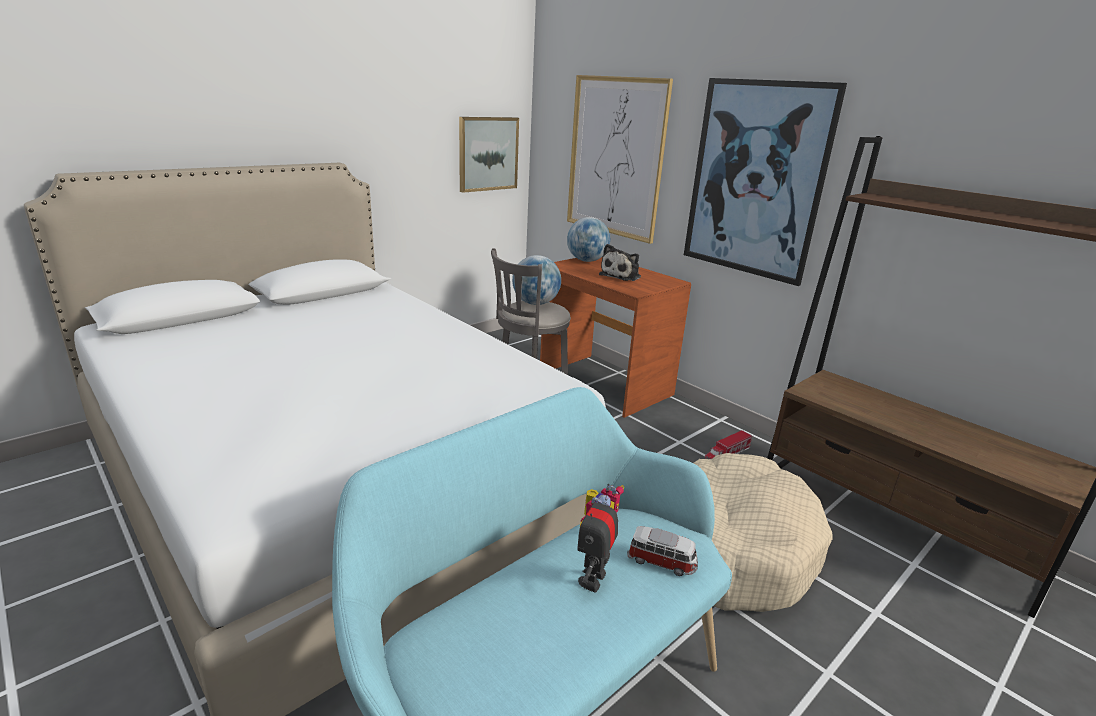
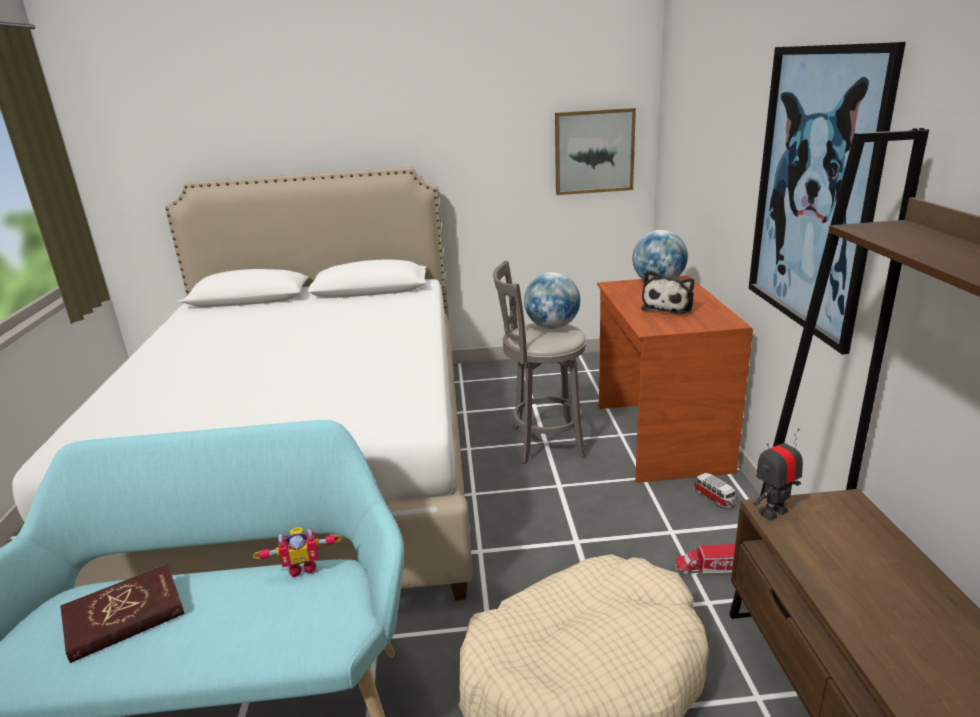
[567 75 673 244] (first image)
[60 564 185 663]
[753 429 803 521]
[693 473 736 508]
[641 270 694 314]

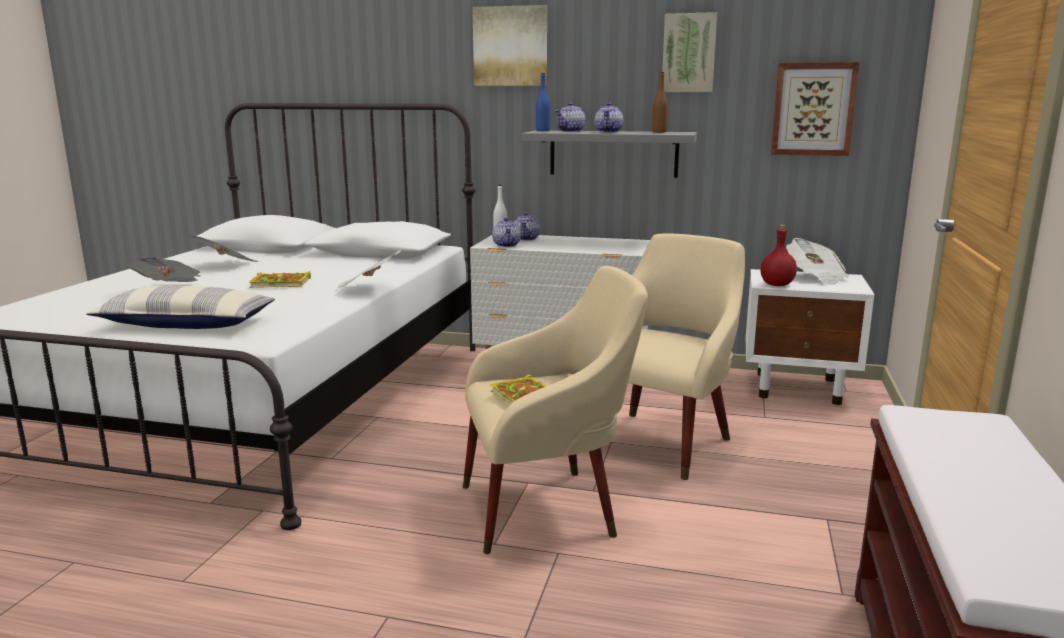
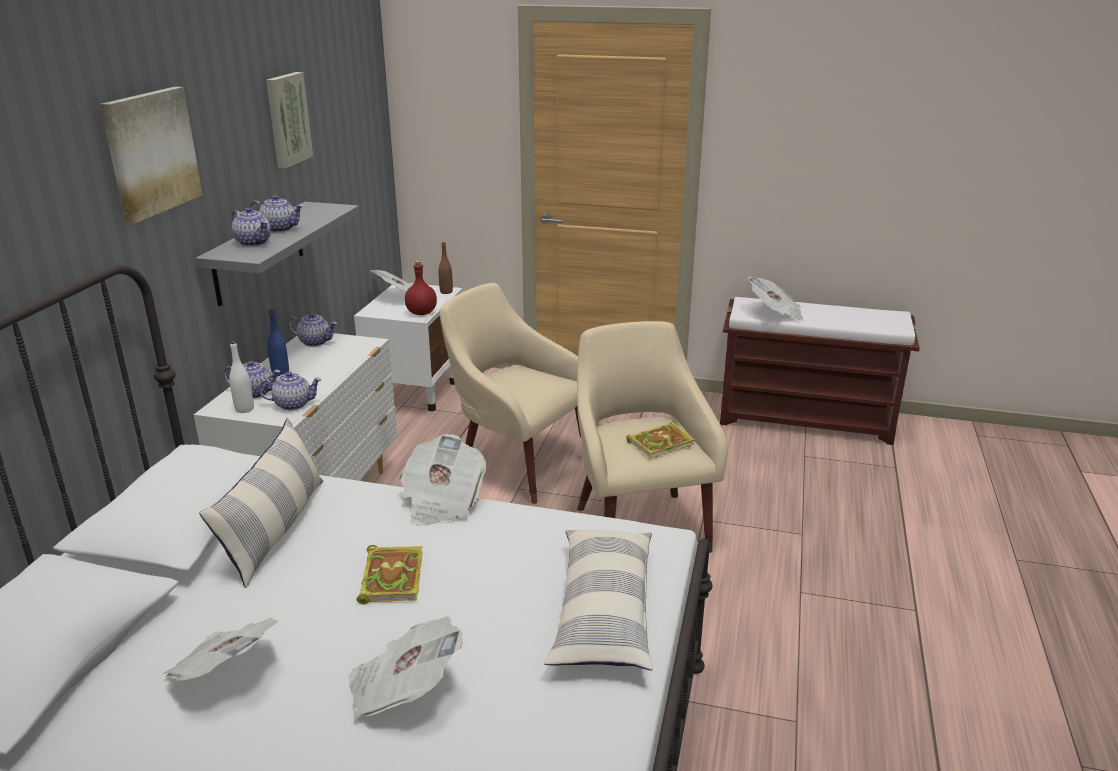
[771 62 859 156] (first image)
[199 418 324 588]
[288 313 337 347]
[748 276 804 321]
[267 309 289 376]
[438 242 453 294]

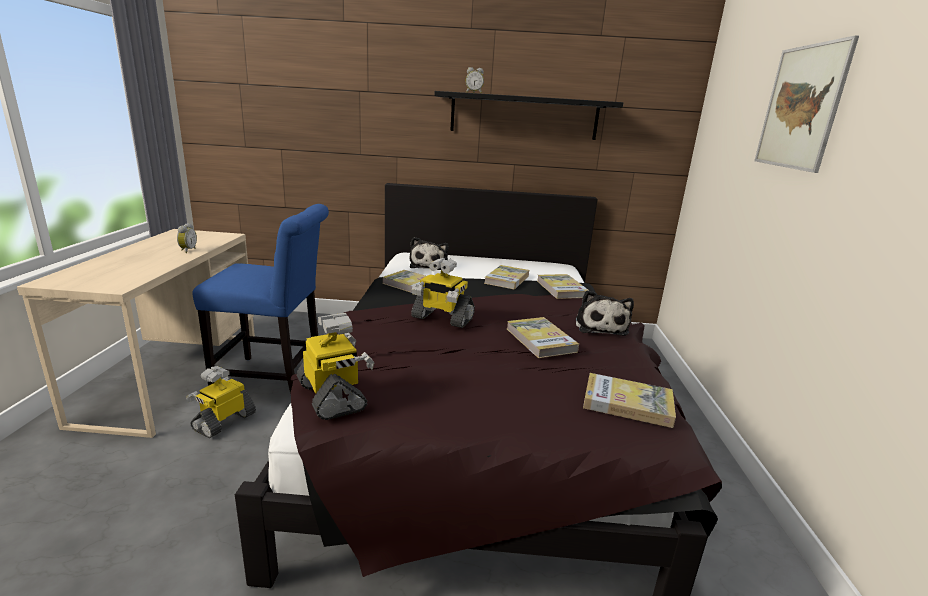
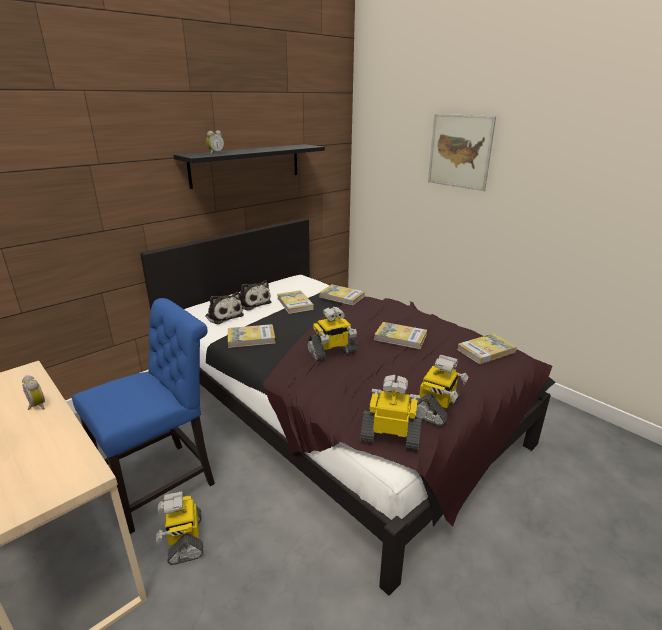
[416 355 468 426]
[240 280 271 311]

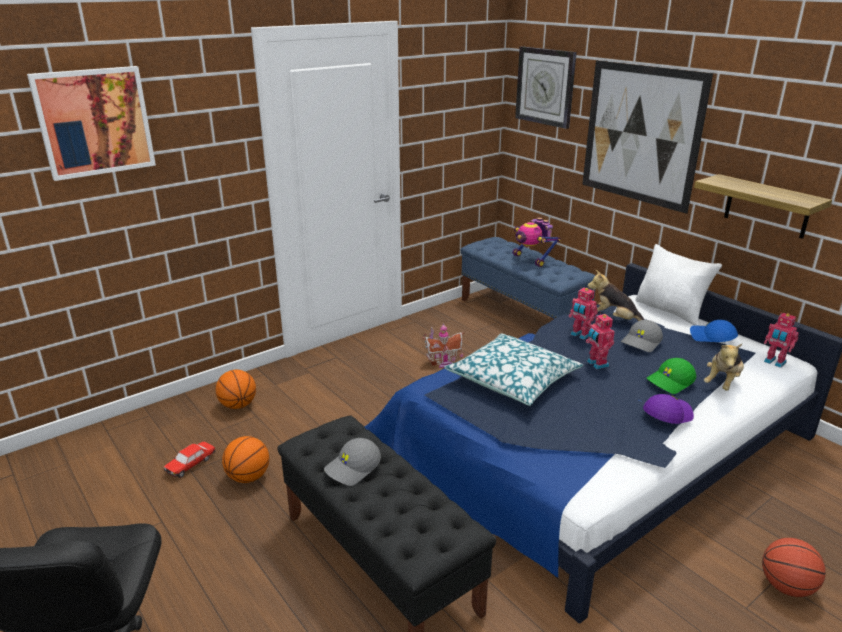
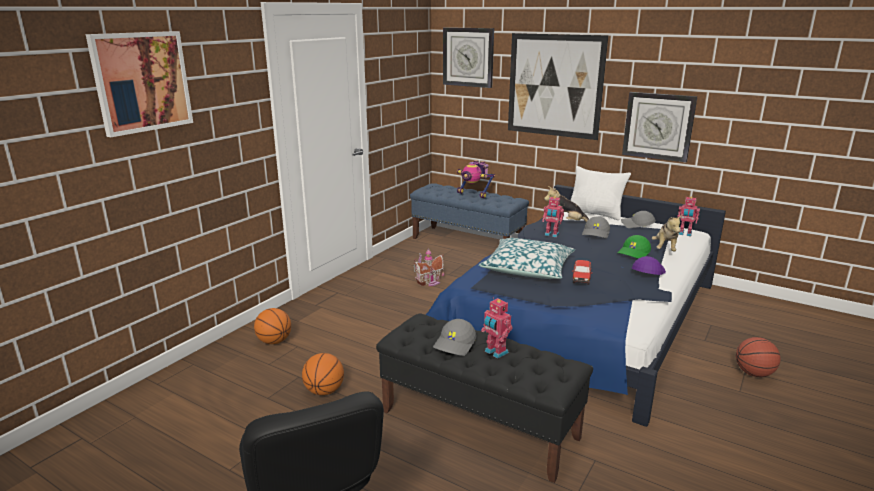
[572 260 591 285]
[481 298 513 359]
[622 92 697 162]
[621 211 656 228]

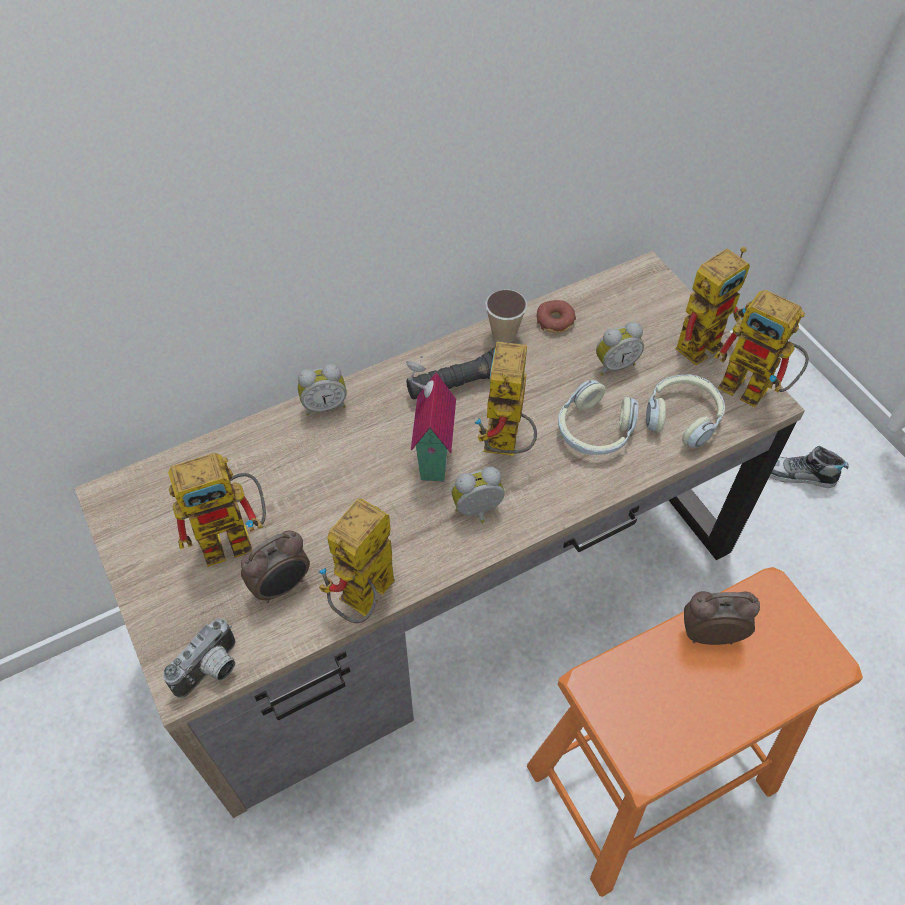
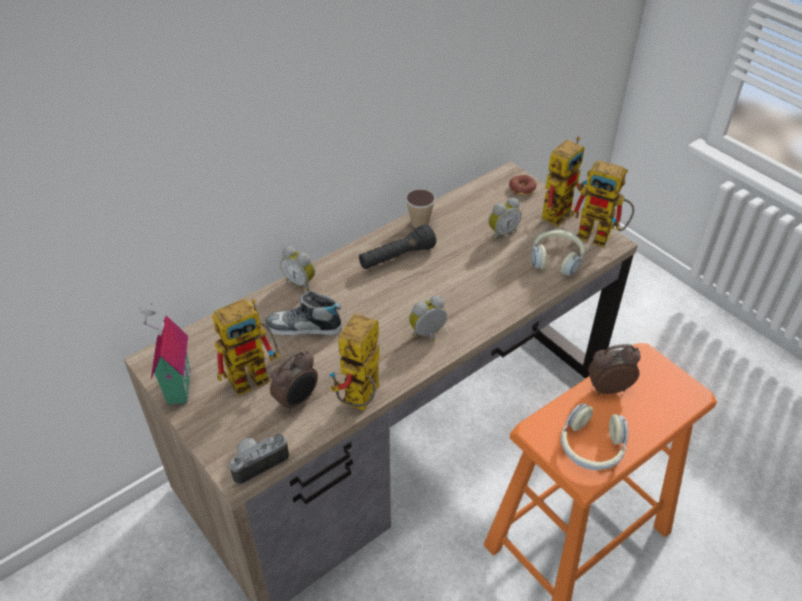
[474 342 537 456] (first image)
[139 303 191 405]
[509 175 537 195]
[561 404 628 470]
[265 291 342 336]
[228 434 289 484]
[281 246 315 291]

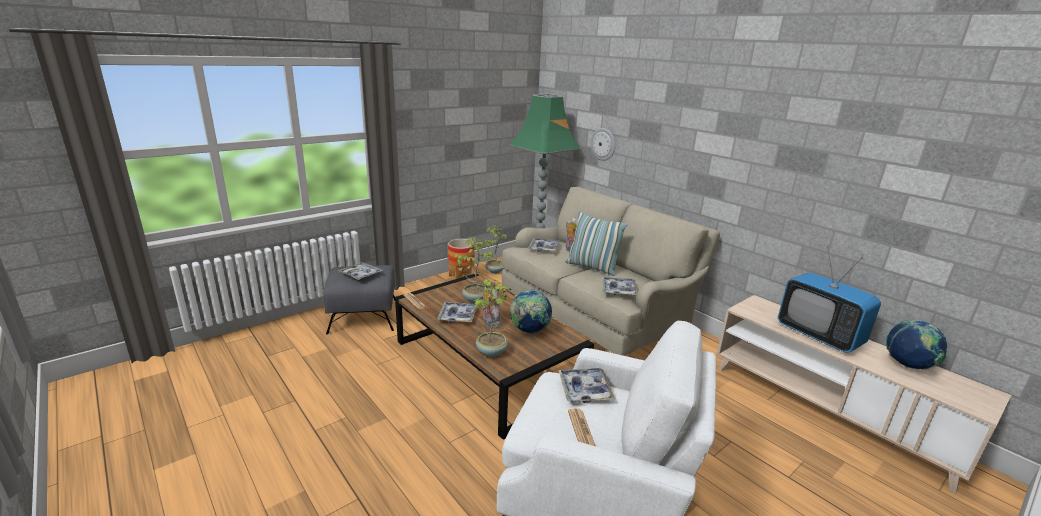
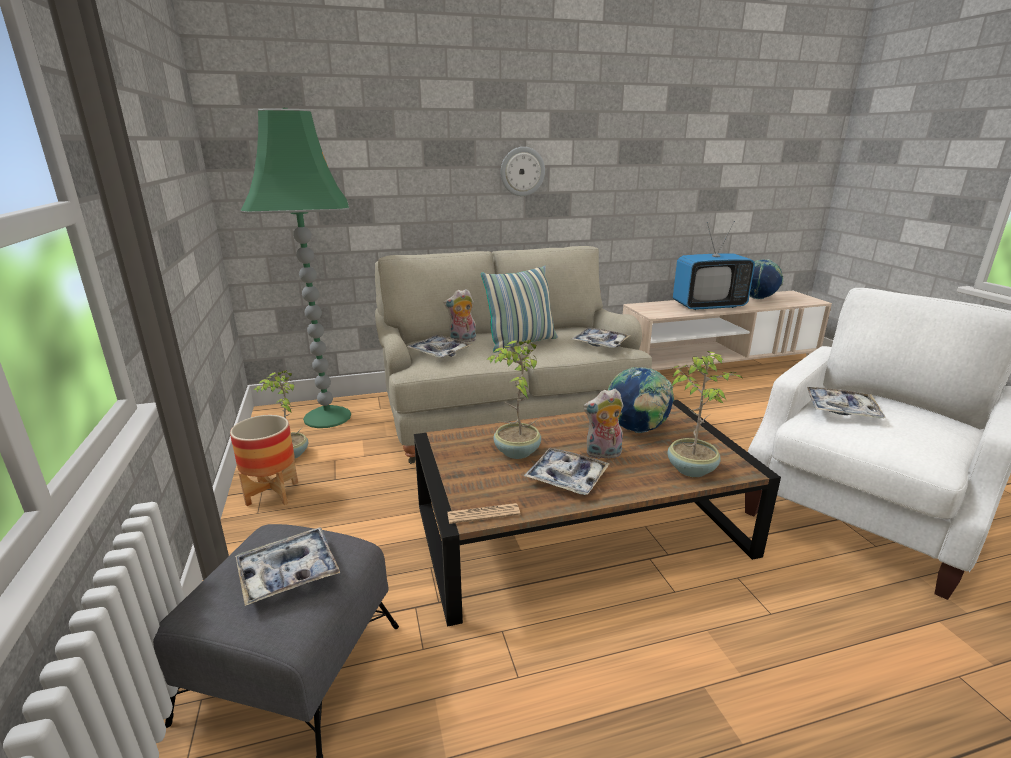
[568 408 596 446] (first image)
[501 147 545 196]

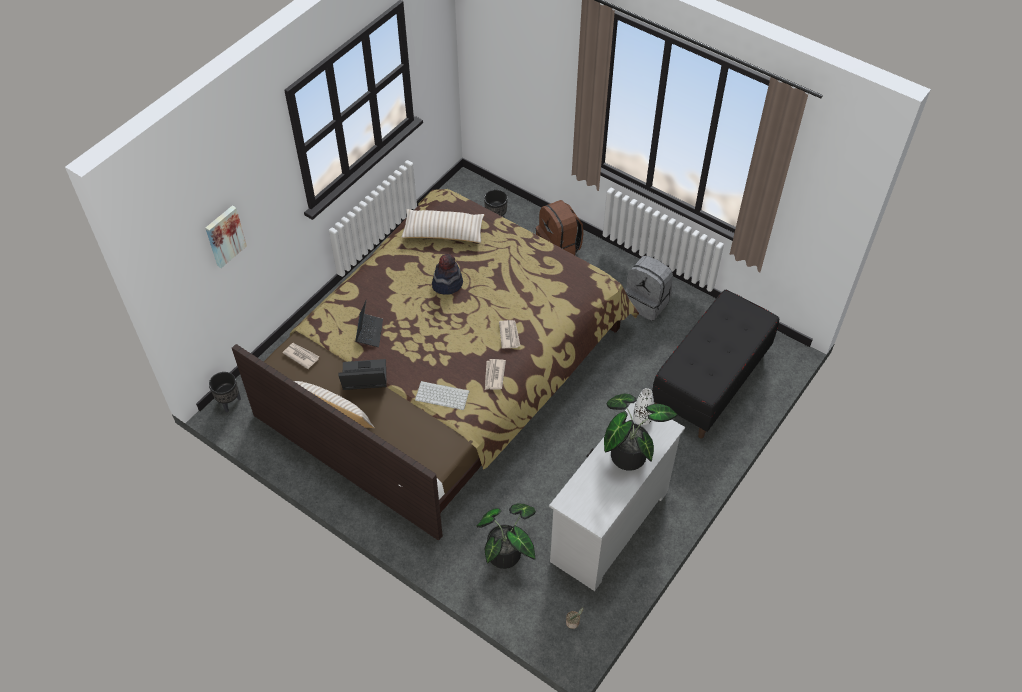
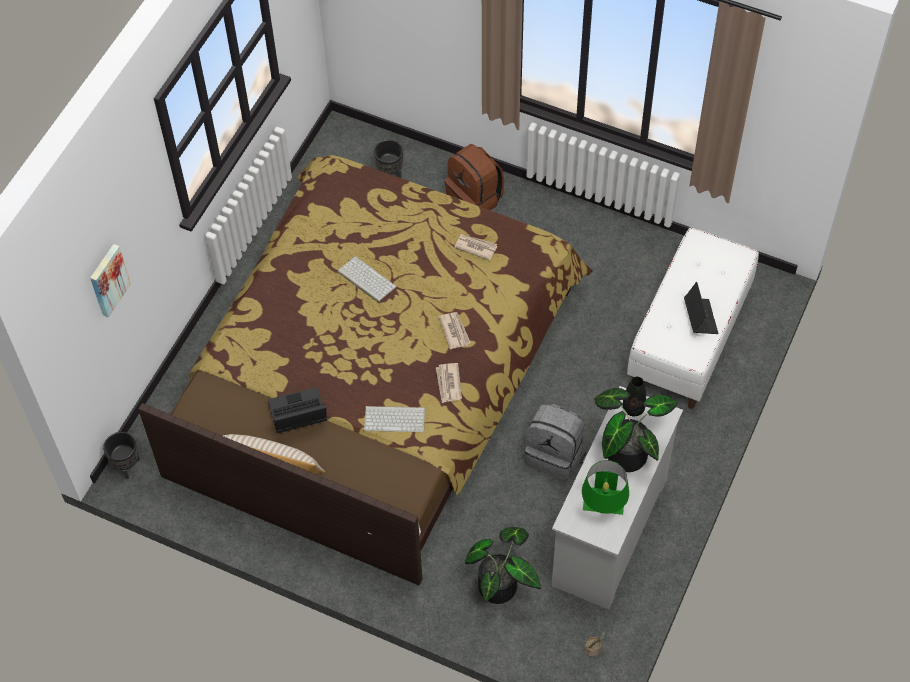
[402 209 485 243] (first image)
[582 460 629 515]
[454 234 497 261]
[684 282 718 334]
[525 403 584 480]
[338 256 396 303]
[623 377 646 416]
[627 228 759 409]

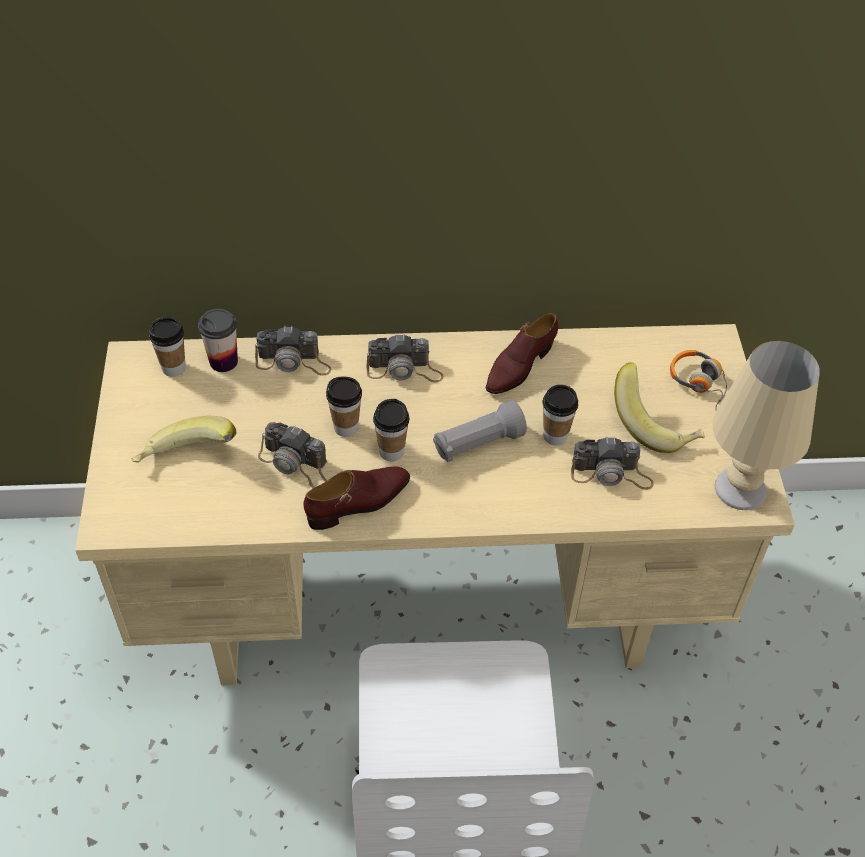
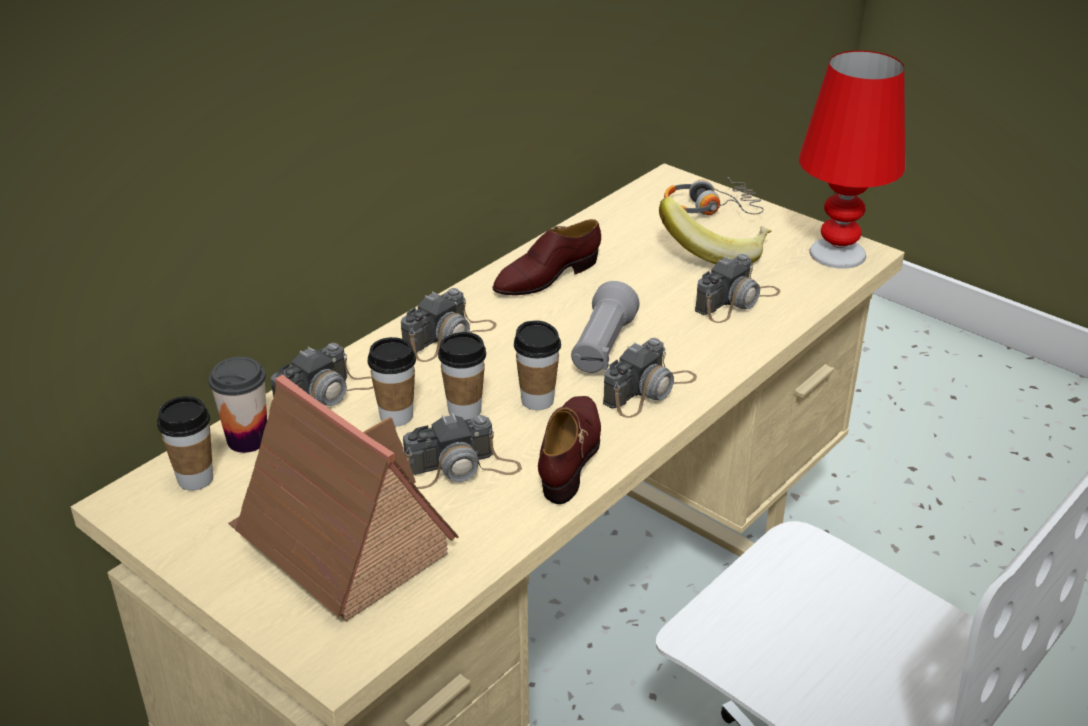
[603 338 697 418]
[368 337 416 426]
[228 375 459 622]
[799 50 905 269]
[492 219 601 295]

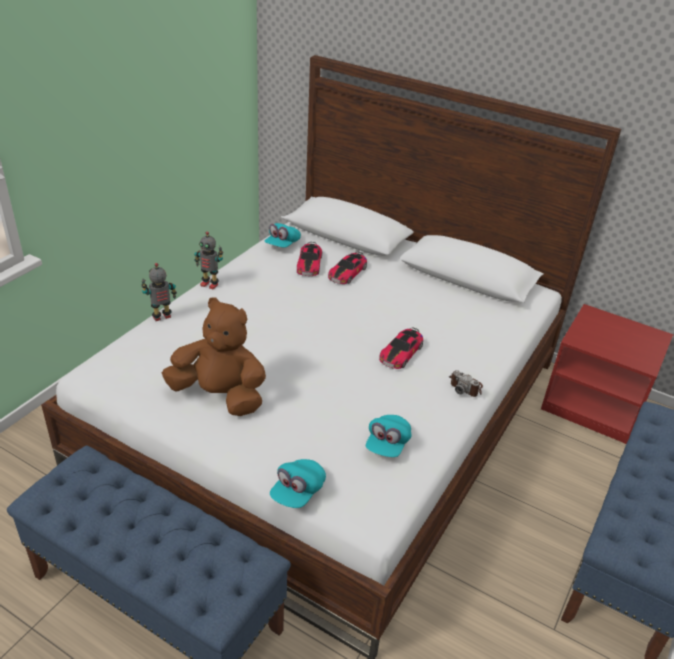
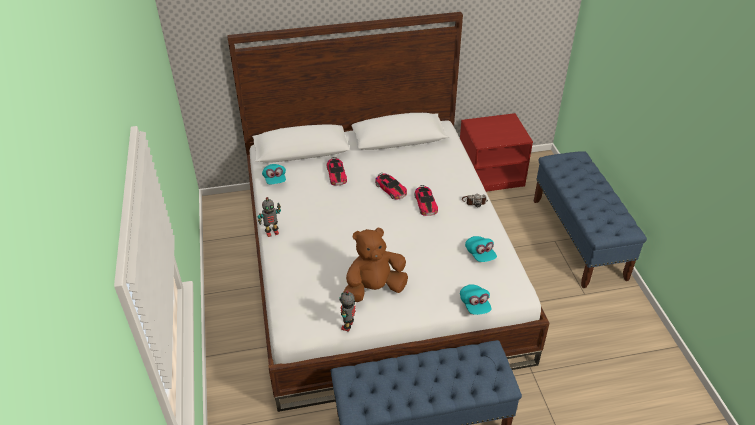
[339 290 356 332]
[375 173 407 200]

